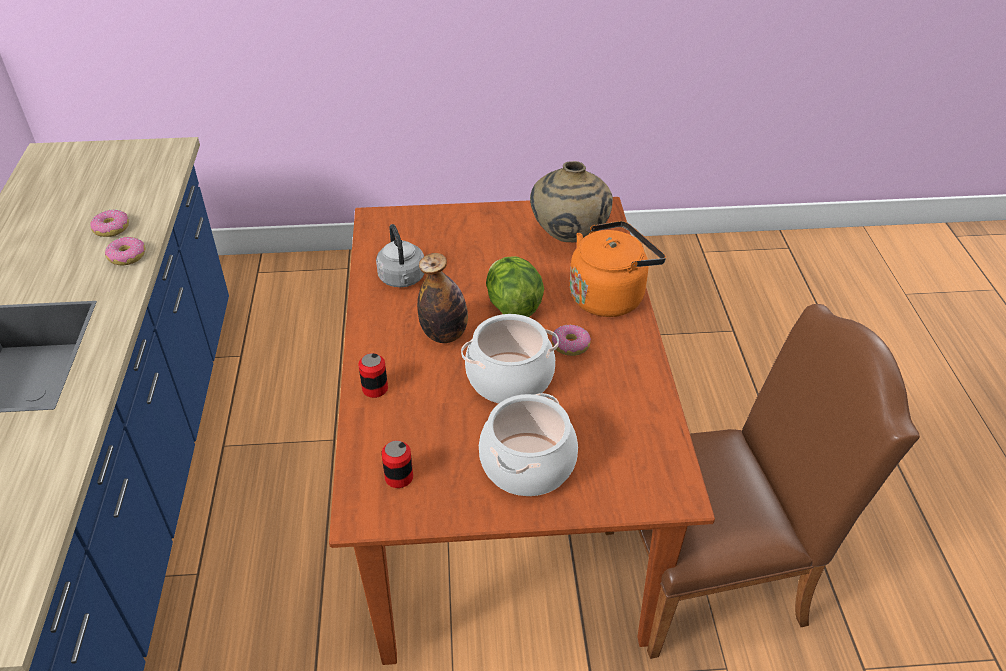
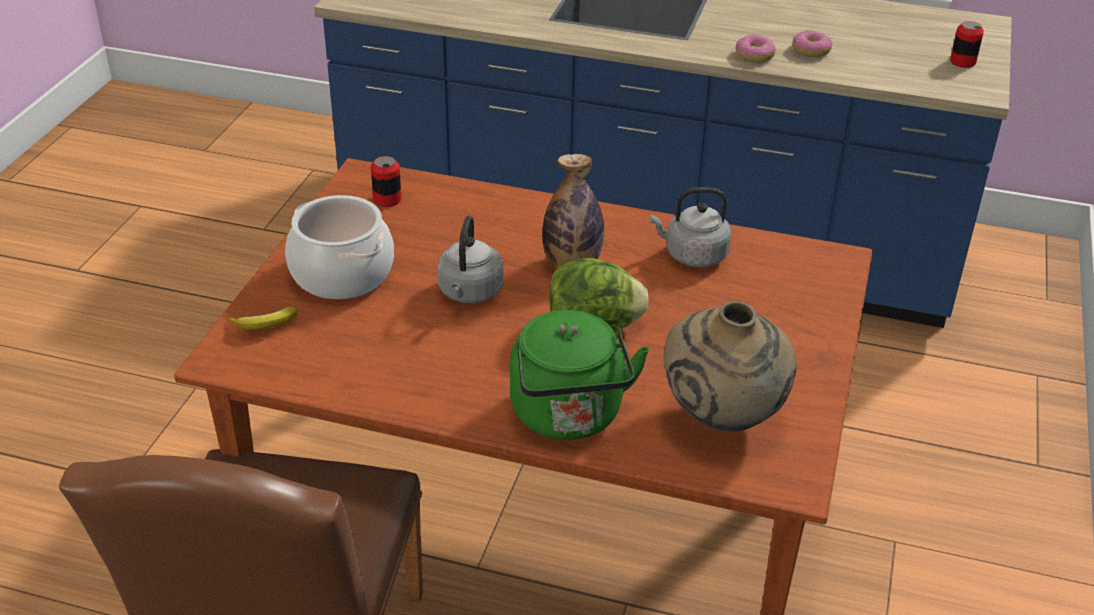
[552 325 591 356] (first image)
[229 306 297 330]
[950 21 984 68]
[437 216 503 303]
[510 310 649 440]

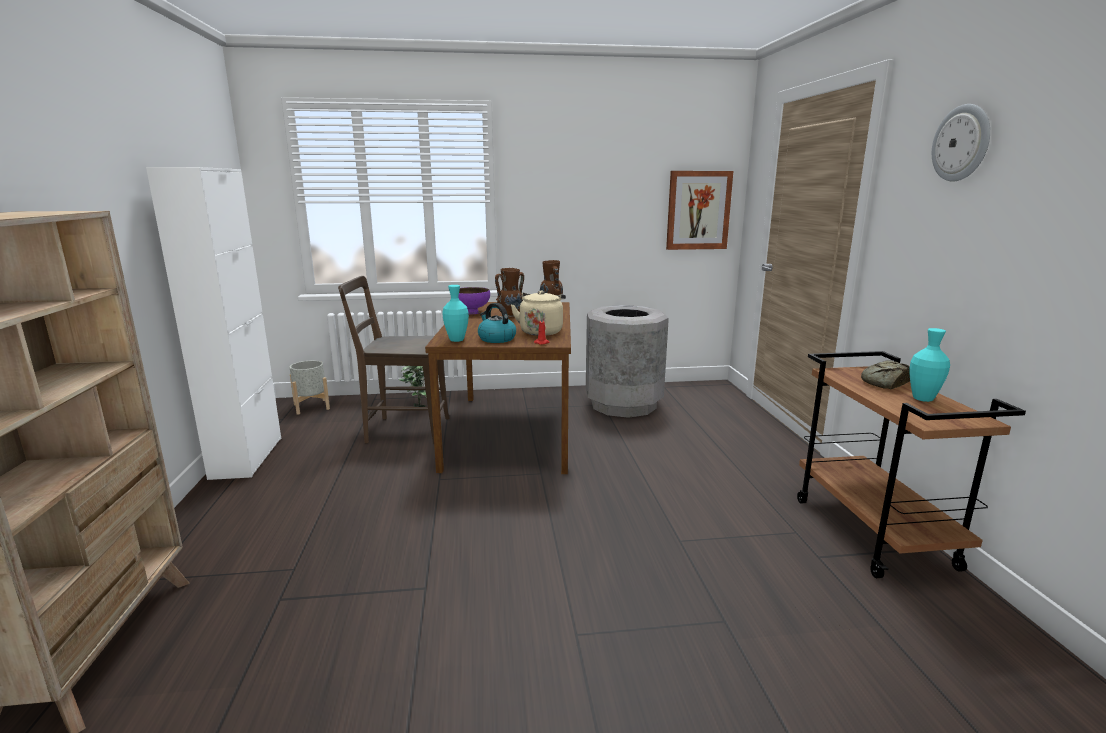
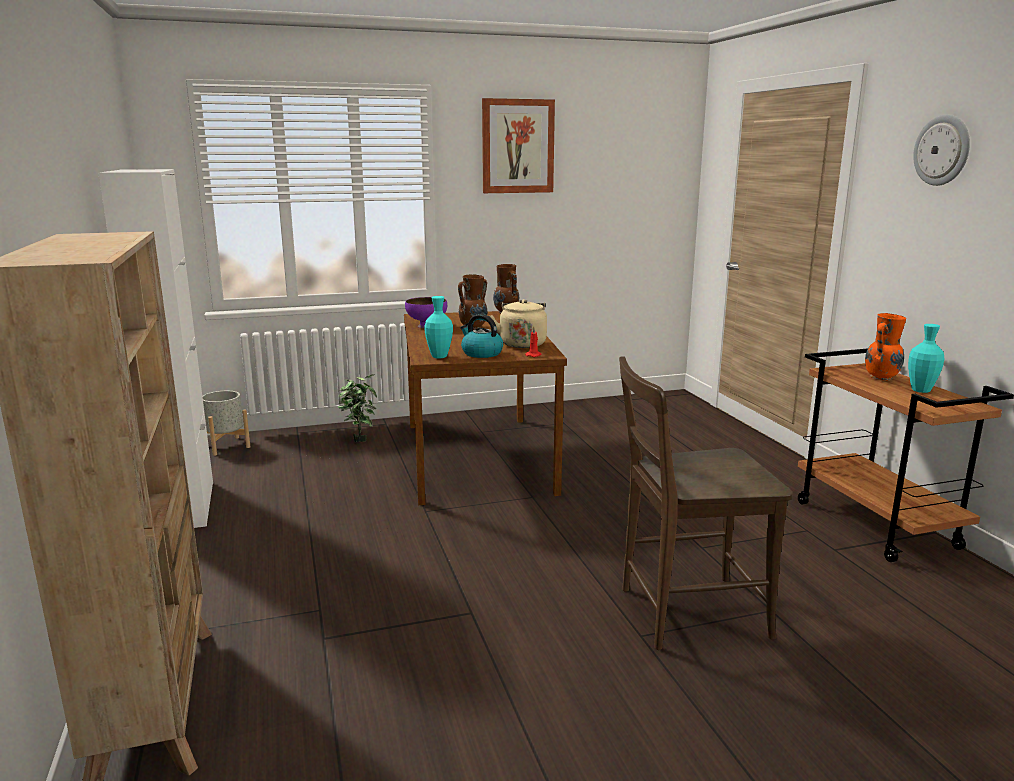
[586 305 669 418] (first image)
[619 356 793 650]
[482 98 555 193]
[865 313 906 380]

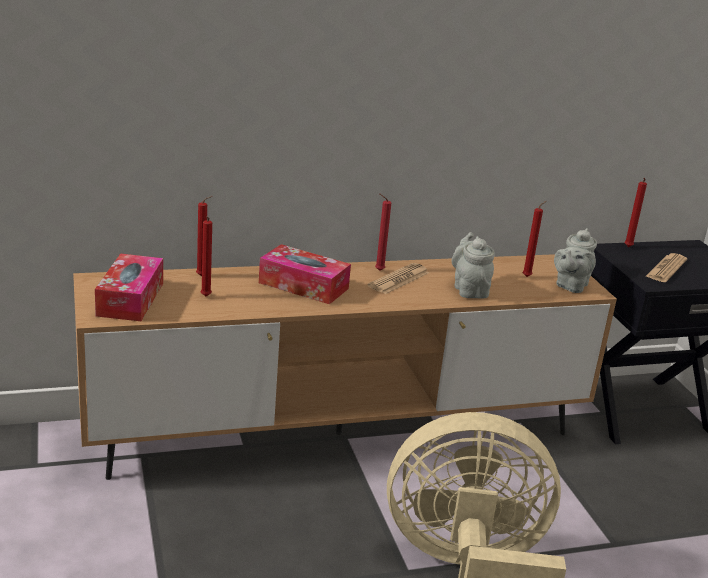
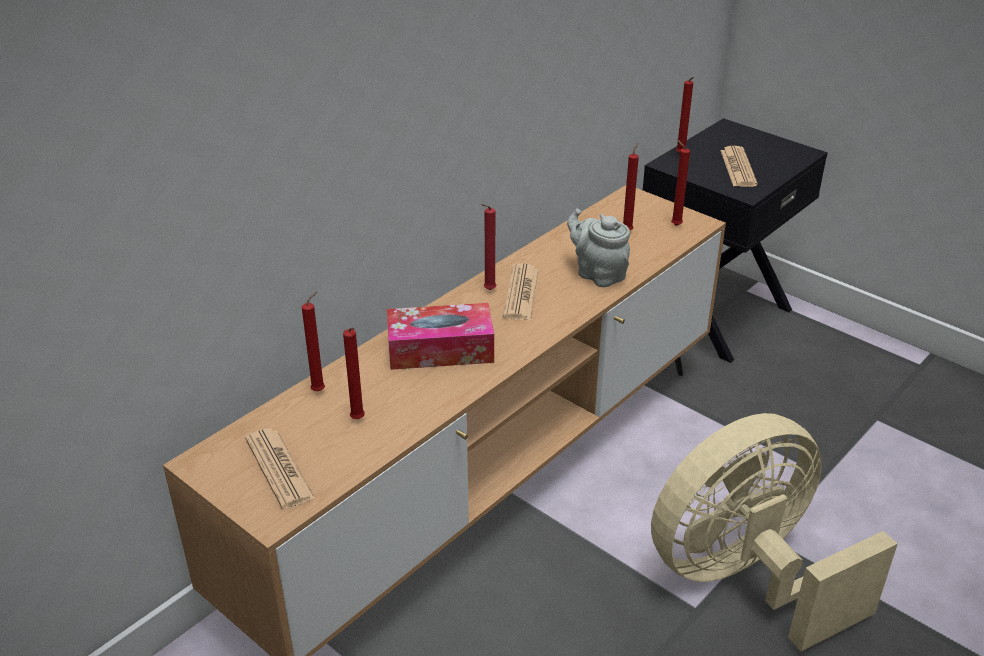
[245 429 315 509]
[671 139 690 226]

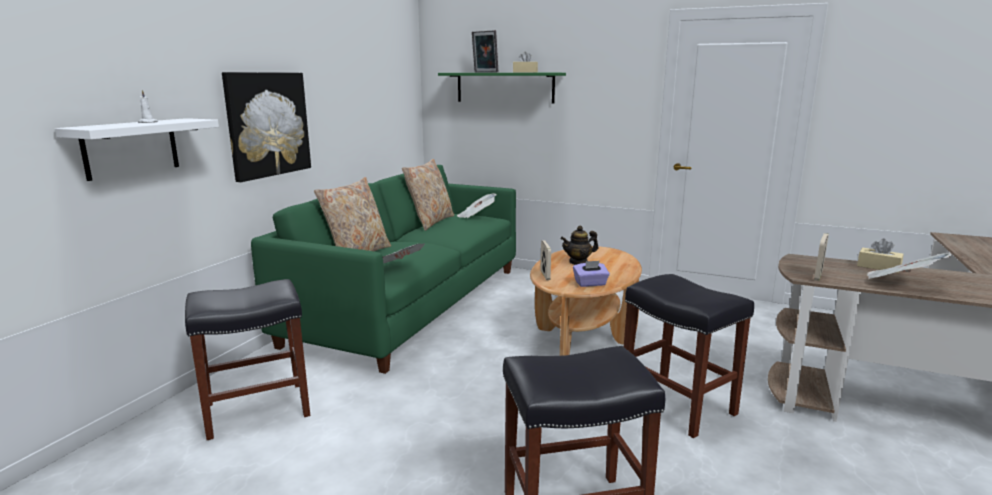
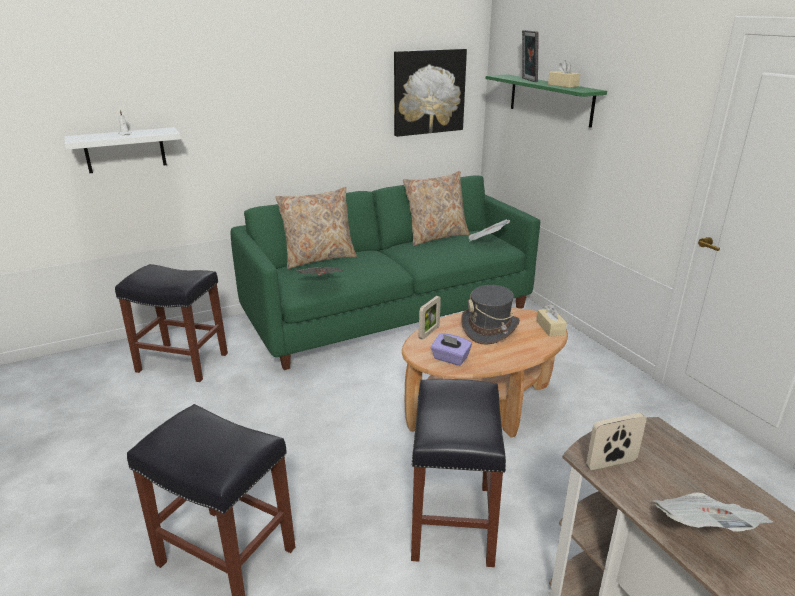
[394 49 467 137]
[536 304 567 337]
[461 285 520 345]

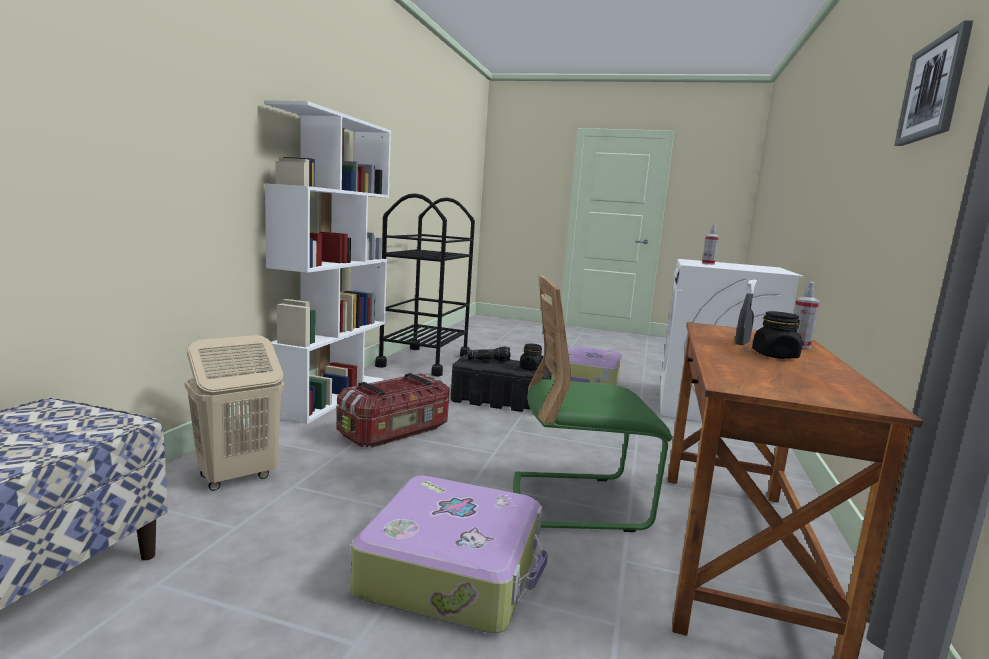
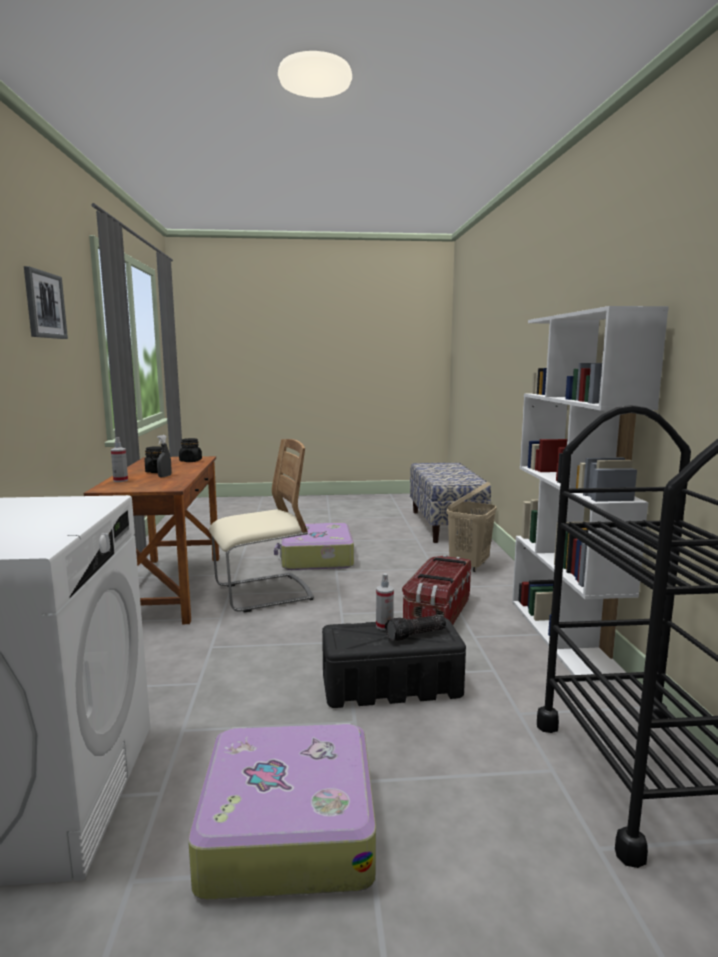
[179 438 202 462]
[376 573 394 630]
[209 439 314 613]

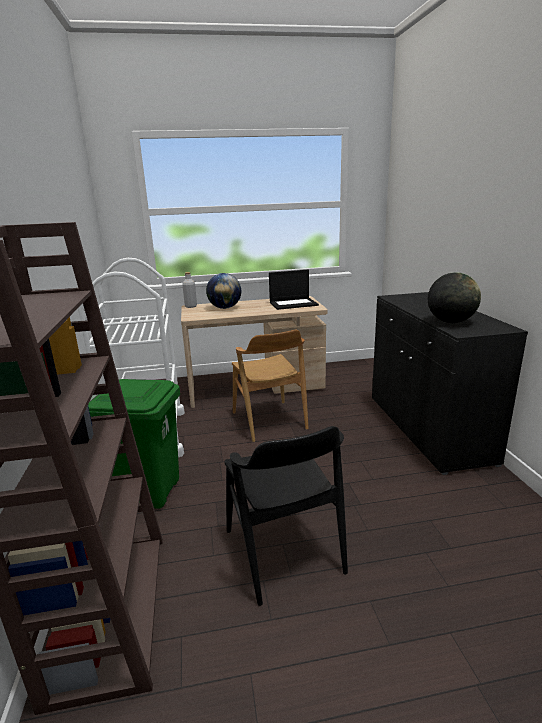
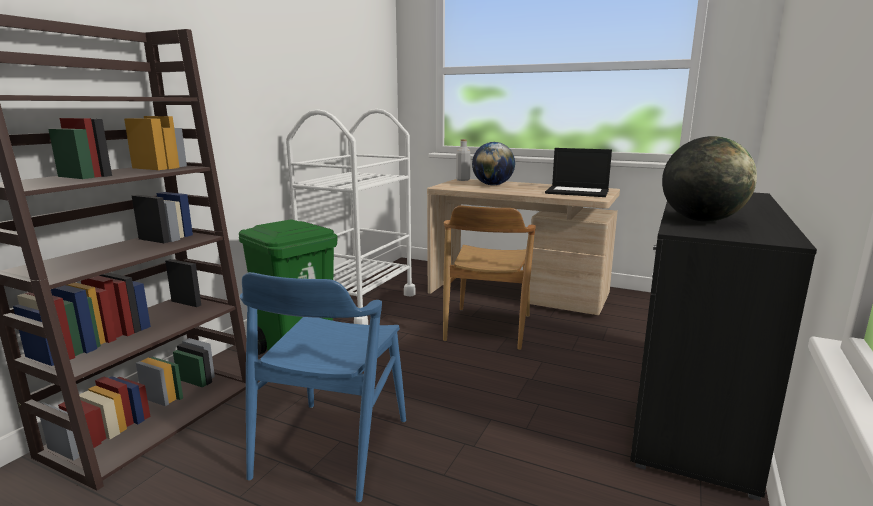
[240 272 406 502]

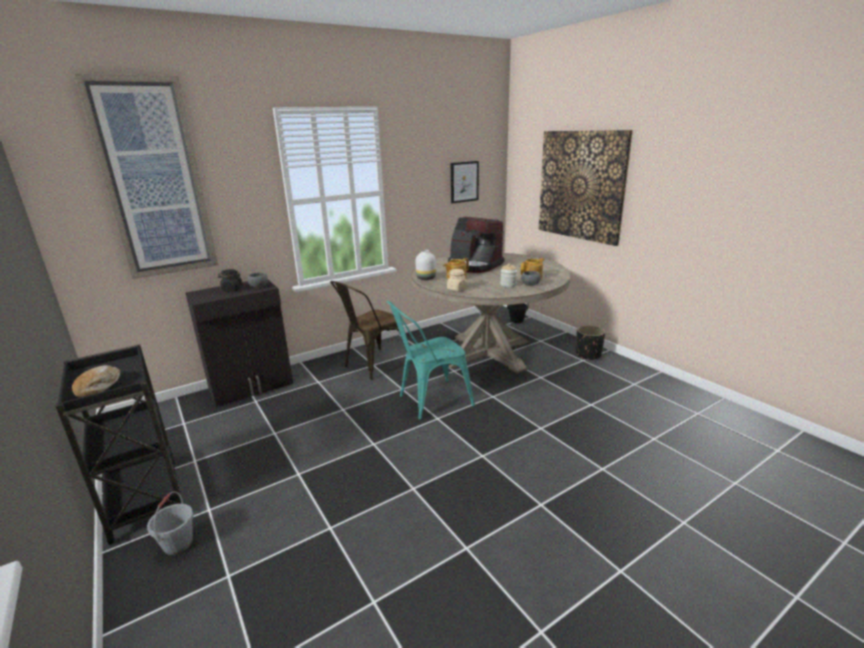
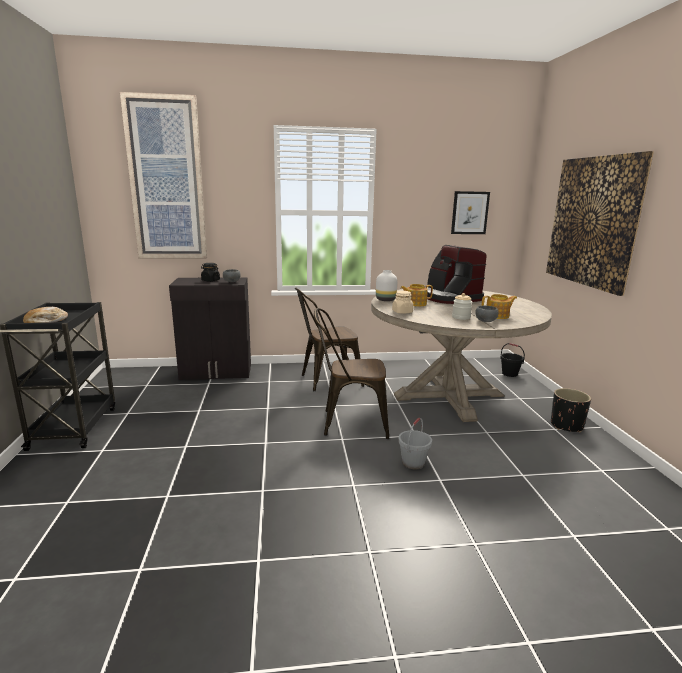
[398 418 432 469]
[314 308 389 439]

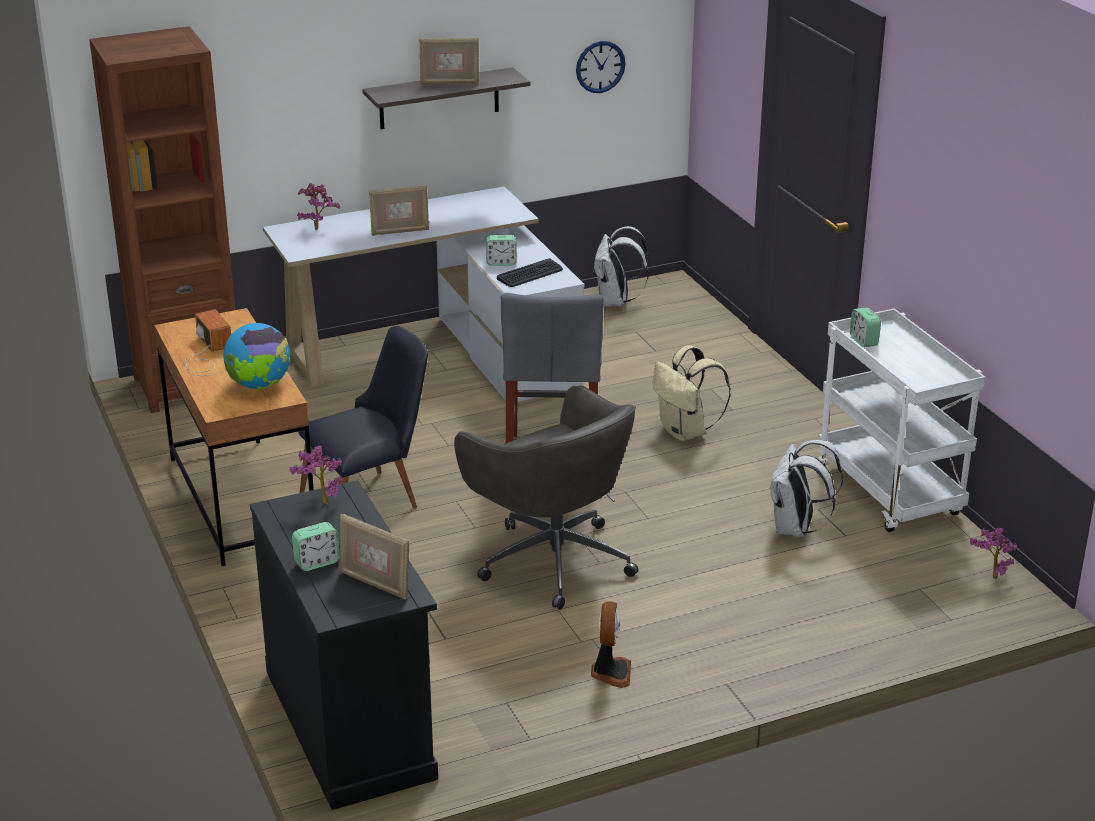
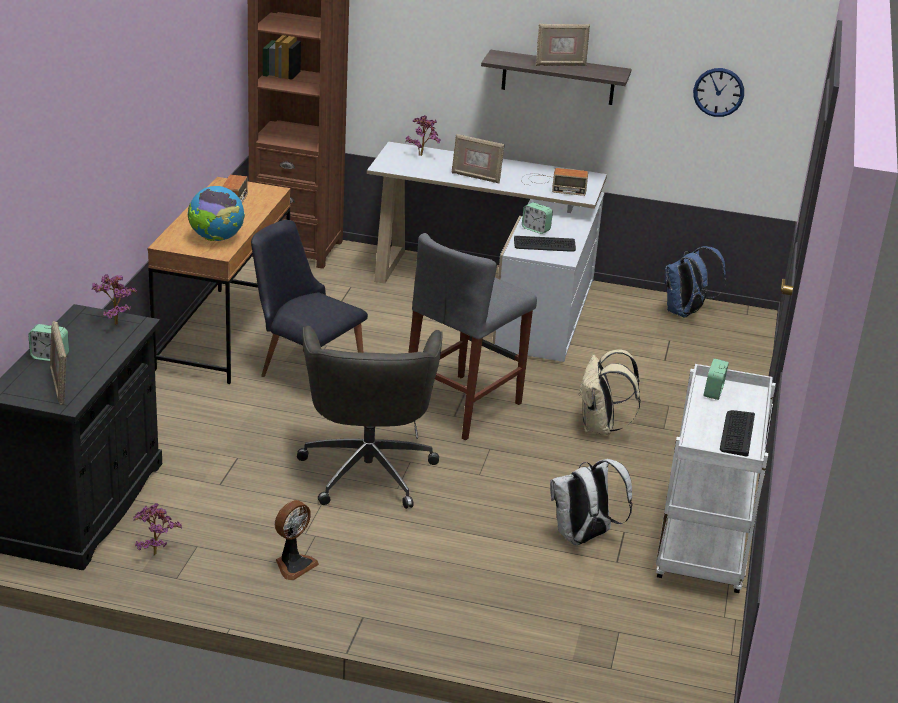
[521 168 588 196]
[720 410 755 457]
[133 503 182 555]
[665 246 726 318]
[251 220 368 377]
[536 24 590 66]

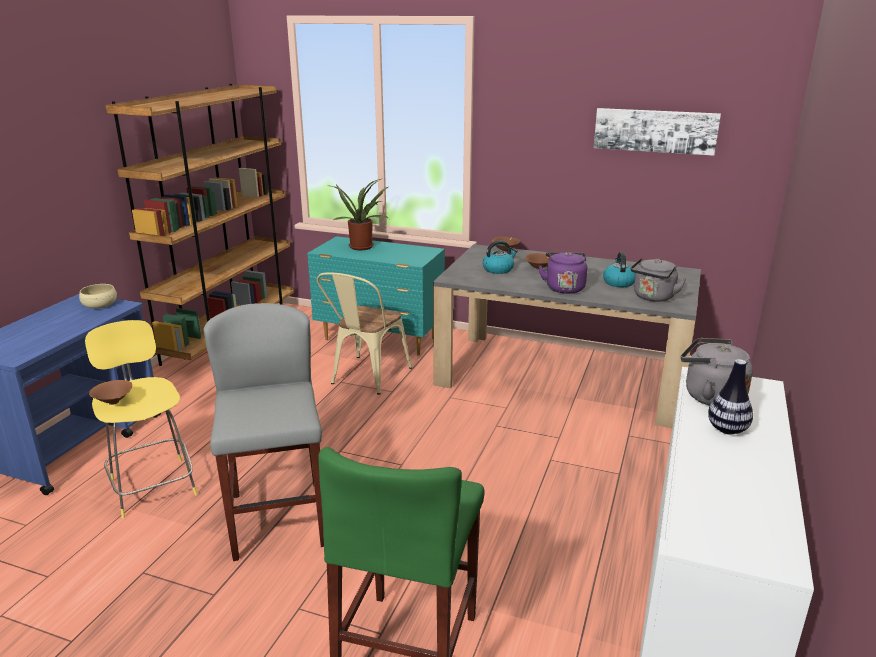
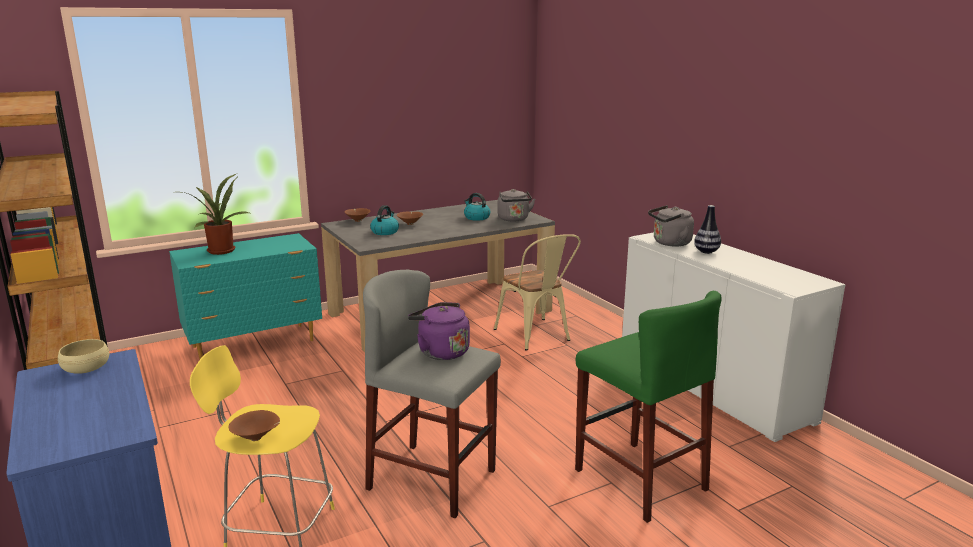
[594 108 721 156] (first image)
[494 234 581 350]
[408 302 470 360]

